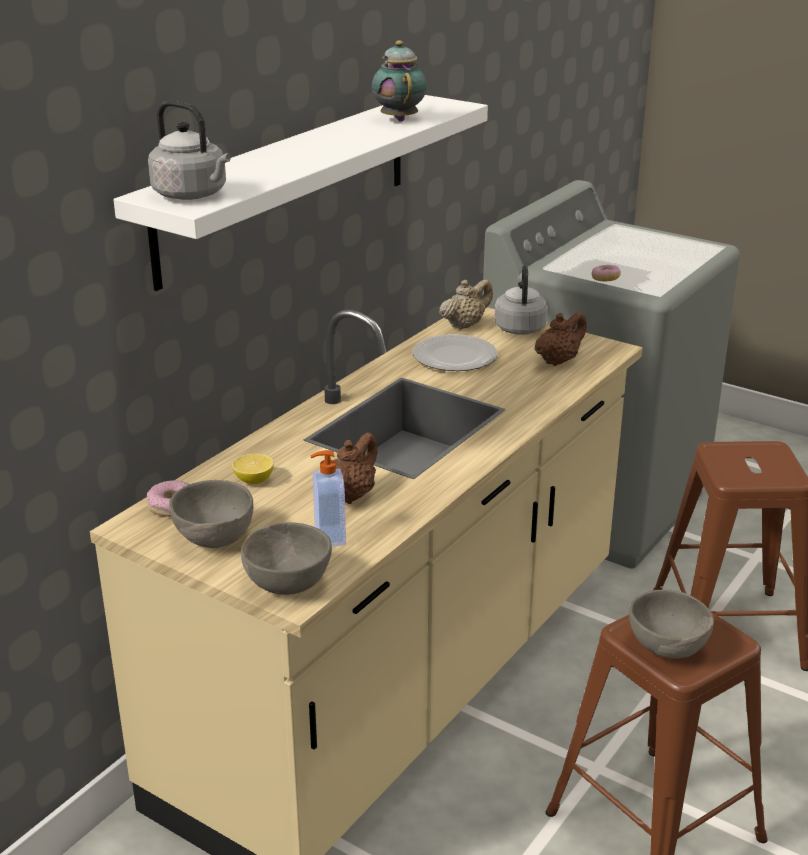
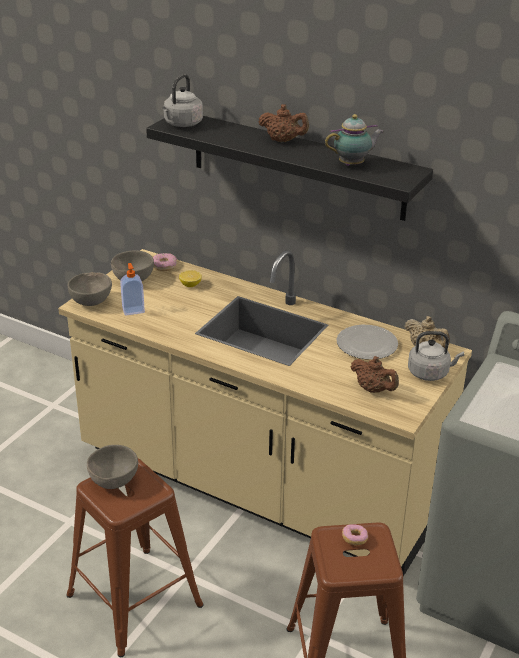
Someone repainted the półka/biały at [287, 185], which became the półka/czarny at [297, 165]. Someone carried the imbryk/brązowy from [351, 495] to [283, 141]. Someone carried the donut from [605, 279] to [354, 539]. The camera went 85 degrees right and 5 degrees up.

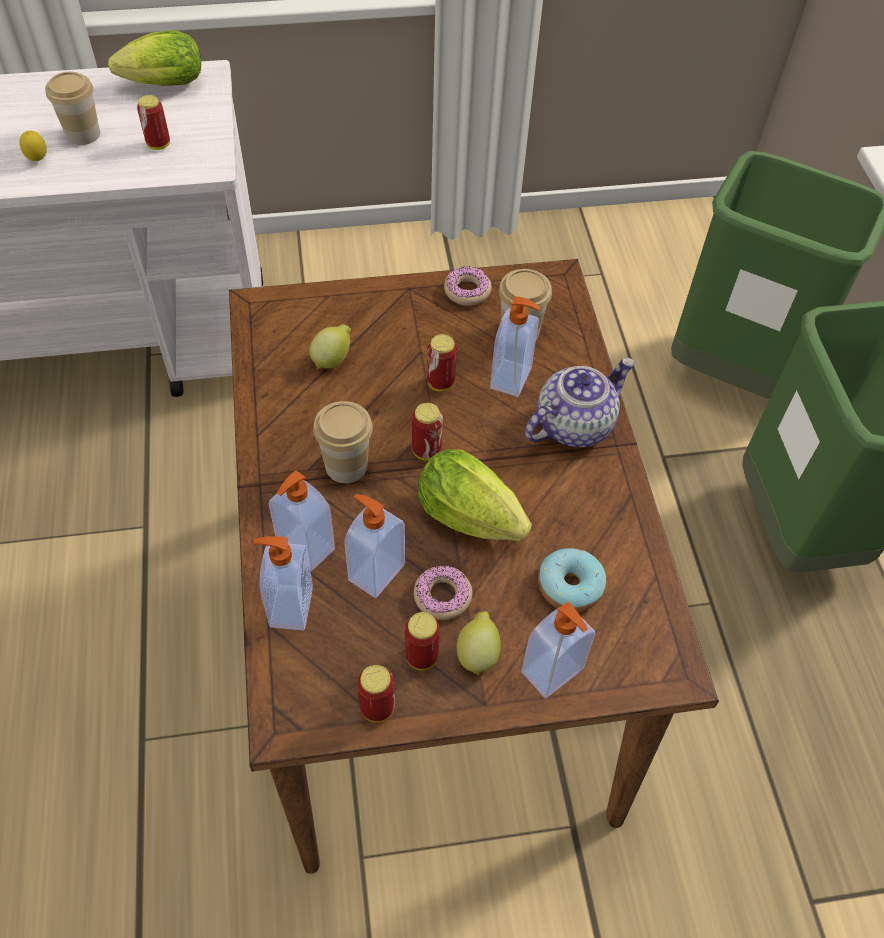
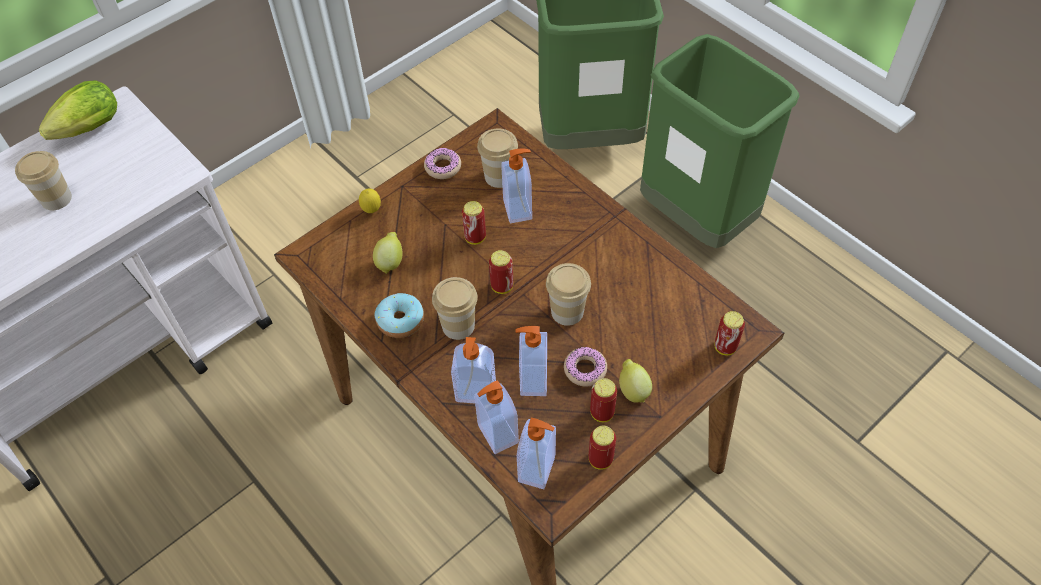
Someone carried the cytryna from [38, 160] to [372, 211]. Someone carried the puszka from [158, 144] to [725, 347]. Someone swapped the sałata at [475, 520] for the filiżanka at [567, 311]. Someone carried the dozownik mydła from [553, 672] to [538, 469]. Someone took away the imbryk at [574, 424]. Someone carried the donut from [570, 586] to [400, 321]. The camera went 30 degrees left and 0 degrees up.

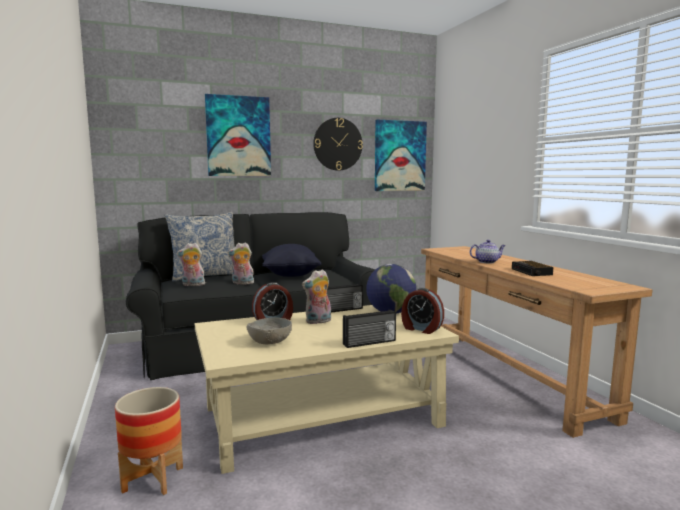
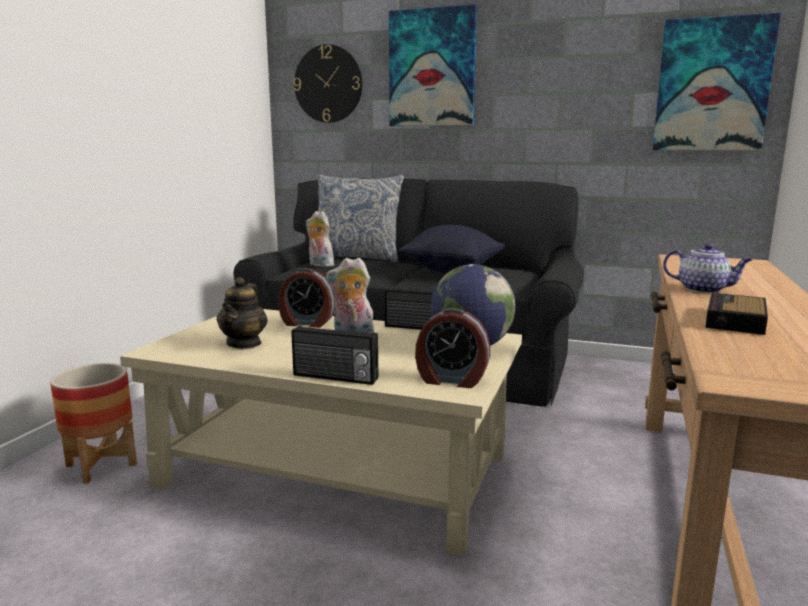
Someone took away the pluszak at [242, 283]. Someone swapped the miska/szary at [270, 341] for the imbryk at [244, 343]. Someone carried the zegar ścienny from [337, 144] to [328, 84]. Someone rotated the budzik at [421, 329] by 60 degrees counterclockwise. The camera went 40 degrees right and 5 degrees up.

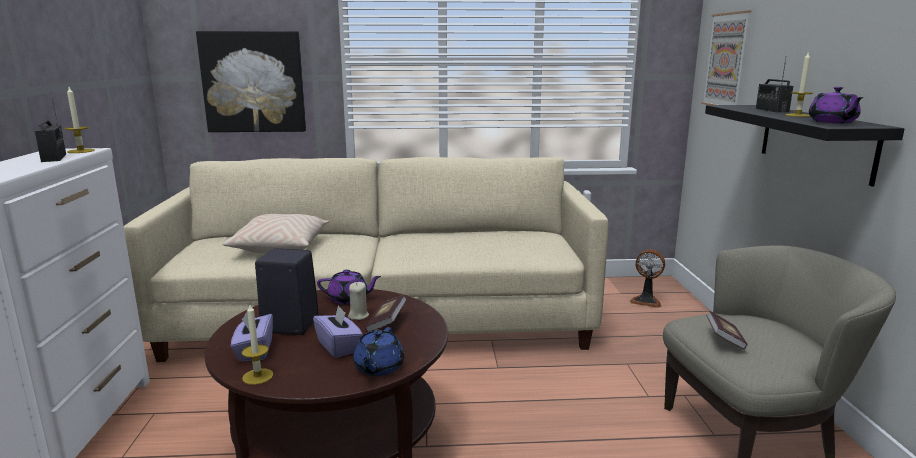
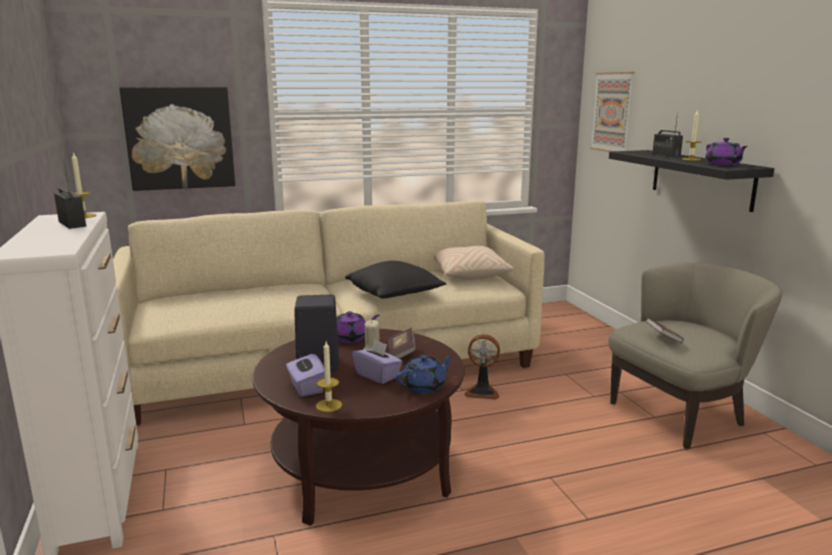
Someone carried the poduszka/beżowy from [280, 247] to [468, 274]. Someone rotated the imbryk/niebieski at [378, 367] by 120 degrees counterclockwise. Someone carried the wentylator from [646, 301] to [482, 392]. Someone put down the poduszka/czarny at [395, 294]. The camera went 15 degrees left and 0 degrees up.

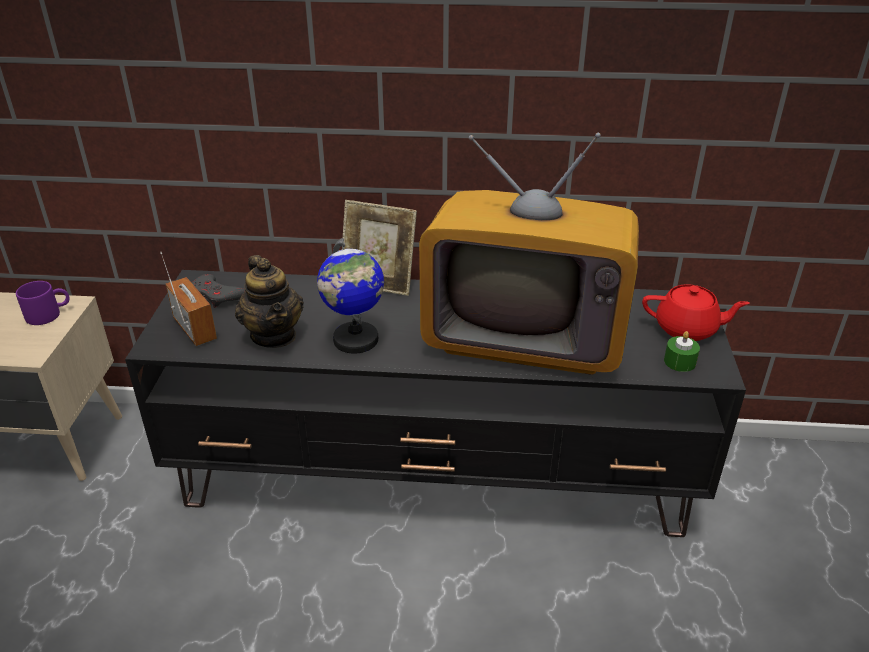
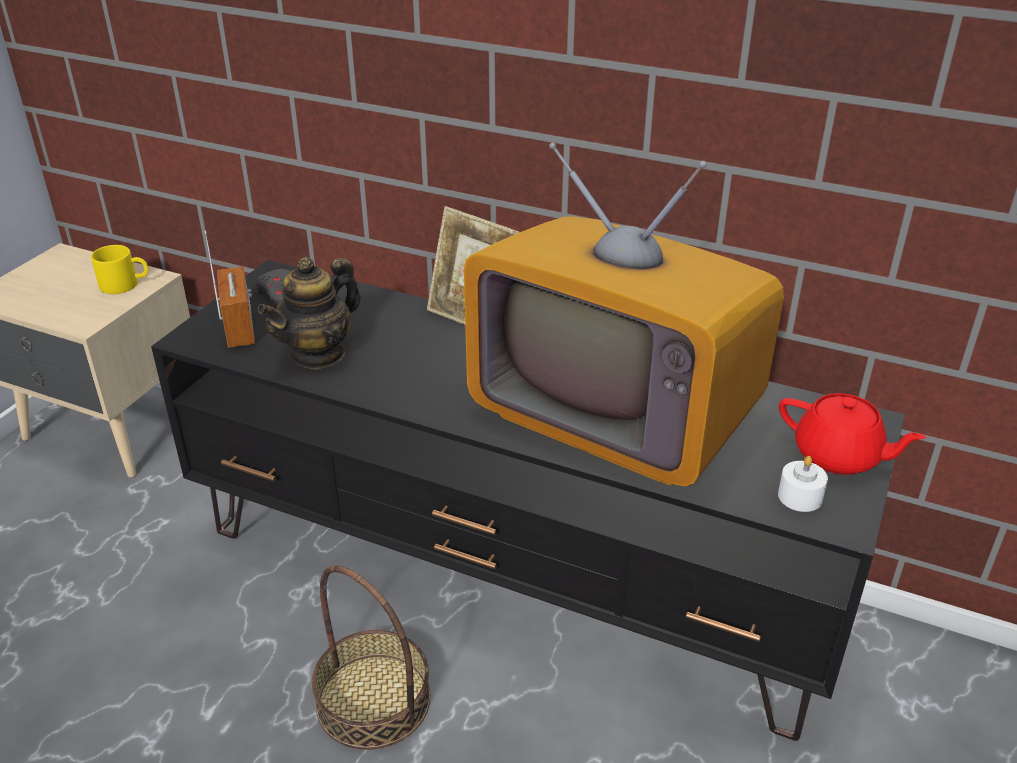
Someone repainted the kubek/fioletowy at [49, 314], which became the kubek/żółty at [125, 284]. Someone rotated the imbryk at [274, 335] by 45 degrees clockwise. Someone took away the globus at [355, 340]. Someone repainted the świeca/zielony at [679, 362], which became the świeca/biały at [800, 496]. Someone put down the koszyk at [374, 700]. The camera went 20 degrees right and 0 degrees up.

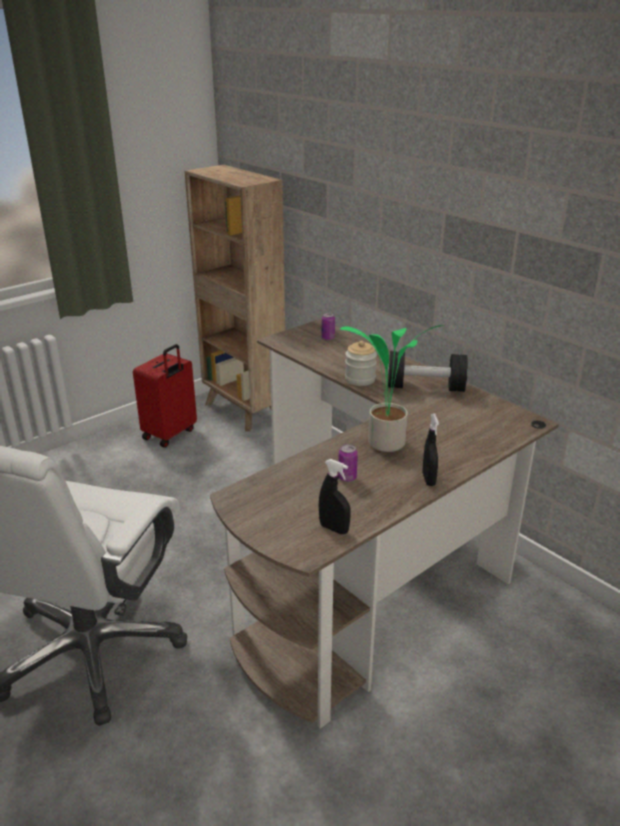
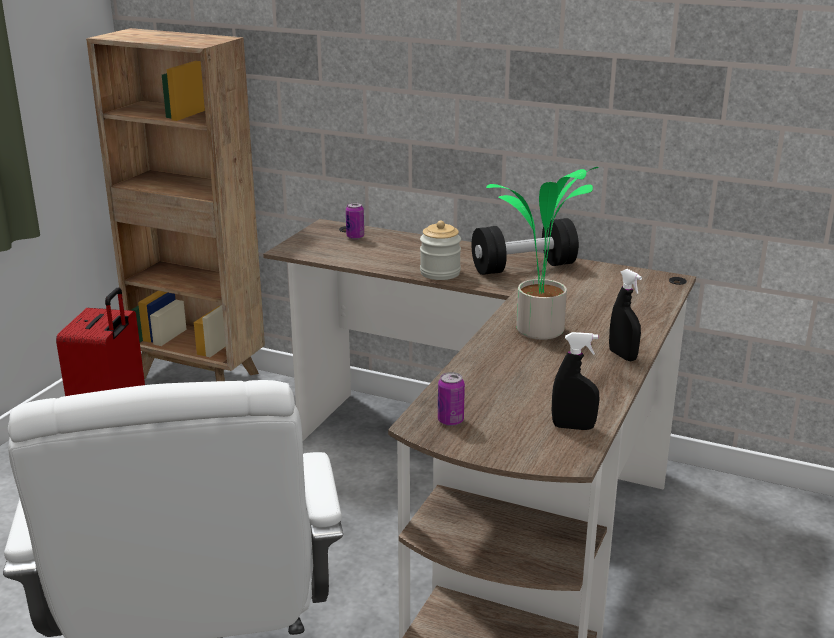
Someone carried the puszka from [347, 478] to [450, 421]. The camera went 25 degrees left and 5 degrees down.

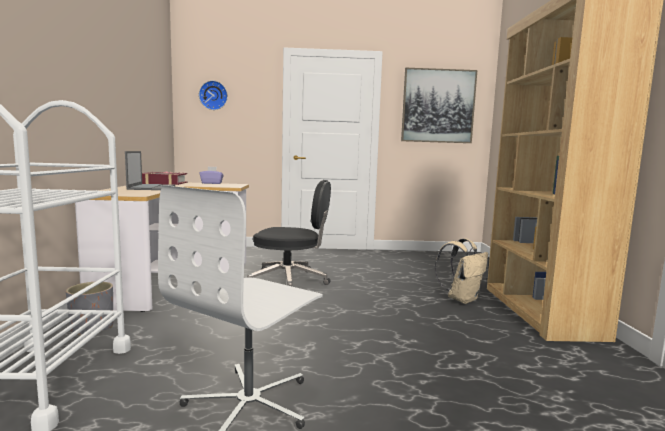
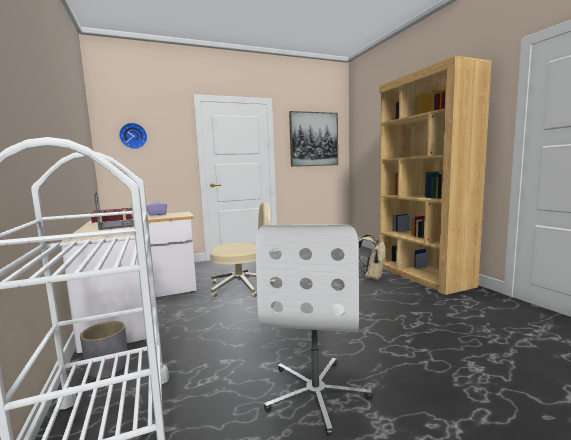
Someone repainted the krzesło biurowe/czarny at [290, 281], which became the krzesło biurowe/beżowy at [242, 287]. The camera went 20 degrees left and 0 degrees up.

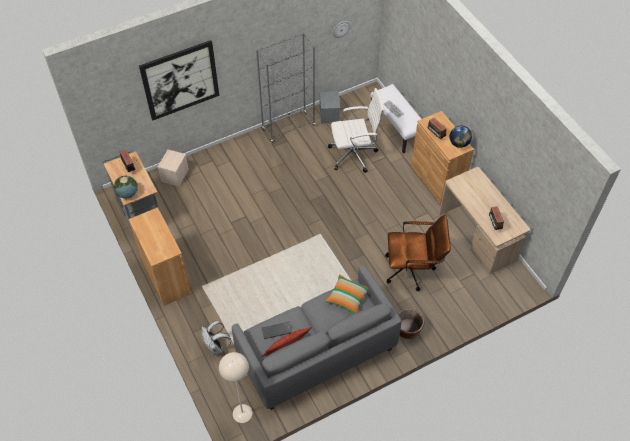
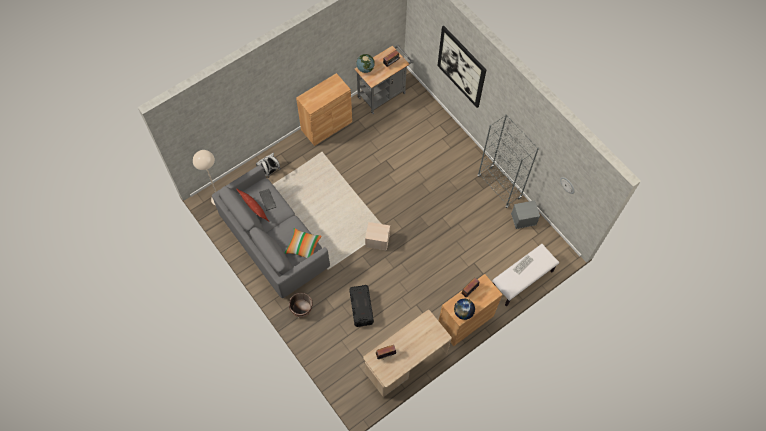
Someone carried the pojemnik do przechowywania/beżowy from [175, 175] to [377, 240]. Someone took away the krzesło biurowe/biały at [354, 155]. Someone swapped the krzesło biurowe/brązowy at [413, 269] for the pojemnik do przechowywania/czarny at [361, 308]. The camera went 80 degrees right and 10 degrees up.

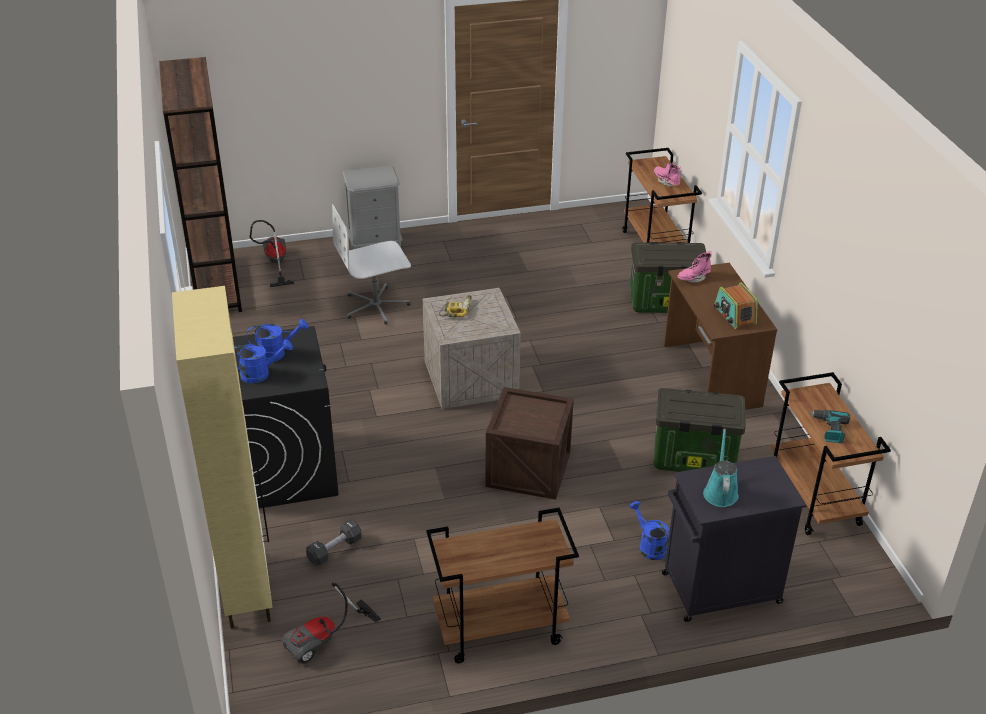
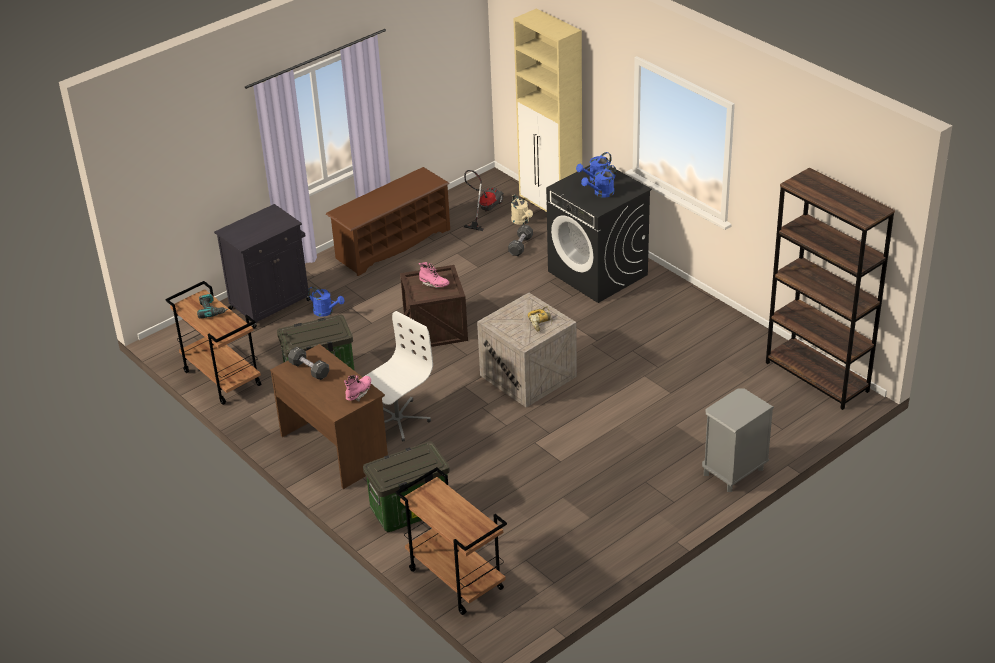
Someone took away the odkurzacz at [274, 263]. Someone carried the krzesło biurowe/biały from [376, 306] to [397, 420]. Someone swapped the wózek/brązowy at [499, 630] for the regał na buty/brązowy at [392, 244]. Someone carried the but z cholewką/różowy from [666, 181] to [434, 284]. Someone took away the konewka/turkusowy at [720, 492]. Someone swapped the radio at [734, 315] for the hantel/czarny at [309, 370]. Someone put down the konewka/beżowy at [521, 221]. The camera went 155 degrees right and 0 degrees up.

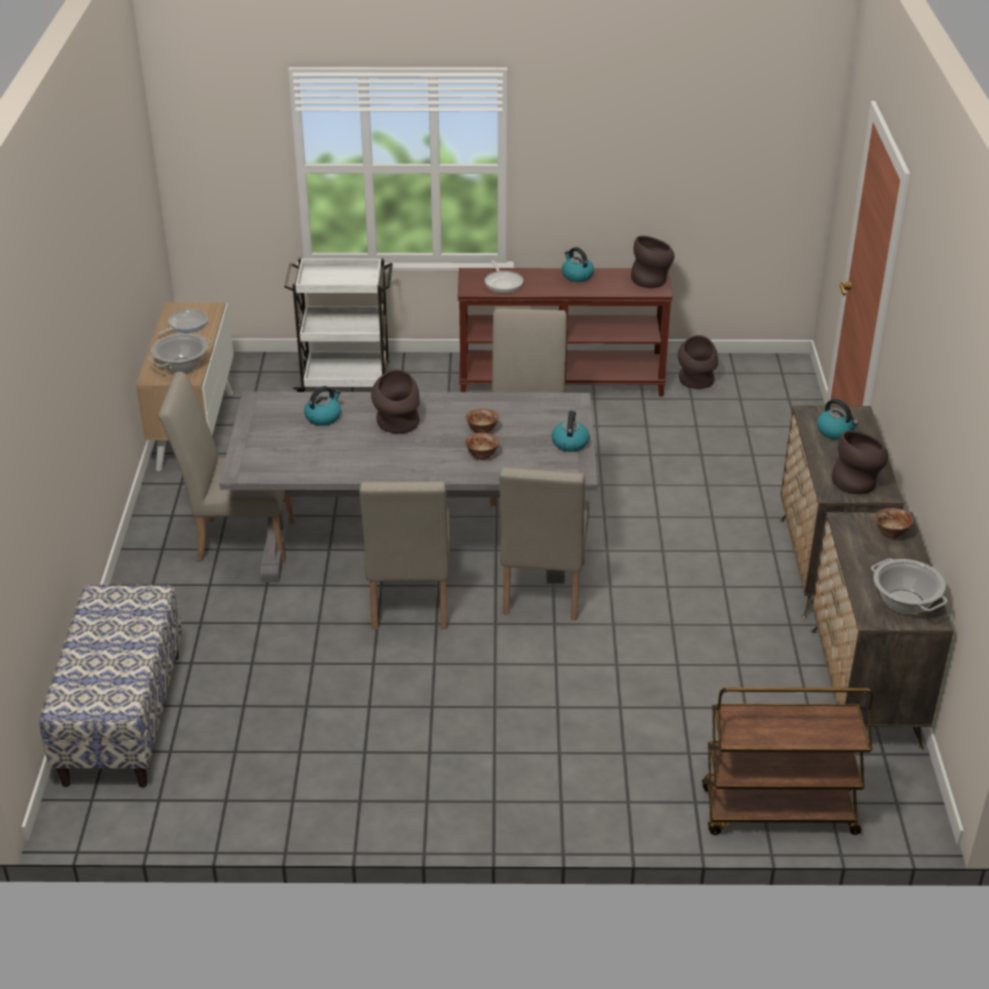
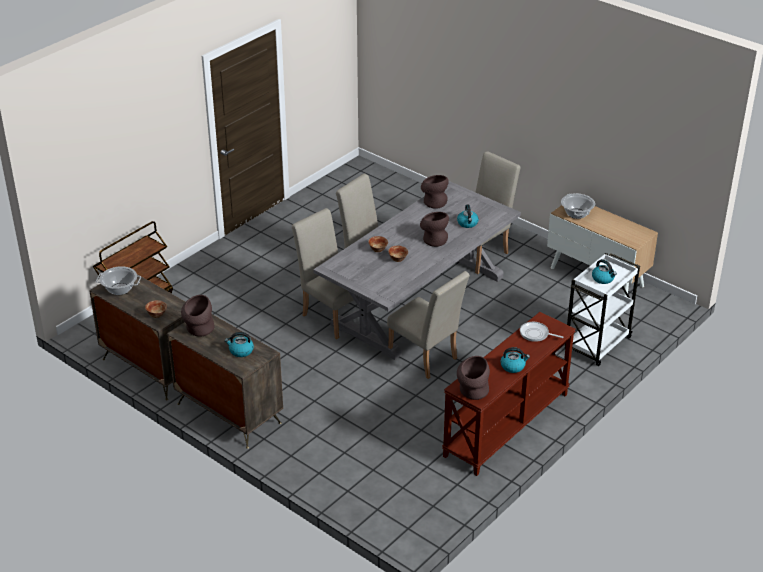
Someone took away the ławka at [122, 717]. Someone took away the patelnia at [186, 325]. Someone carried the czajnik from [570, 443] to [603, 279]. Someone carried the wazon/brązowy from [696, 382] to [434, 201]. The camera went 130 degrees right and 0 degrees up.

